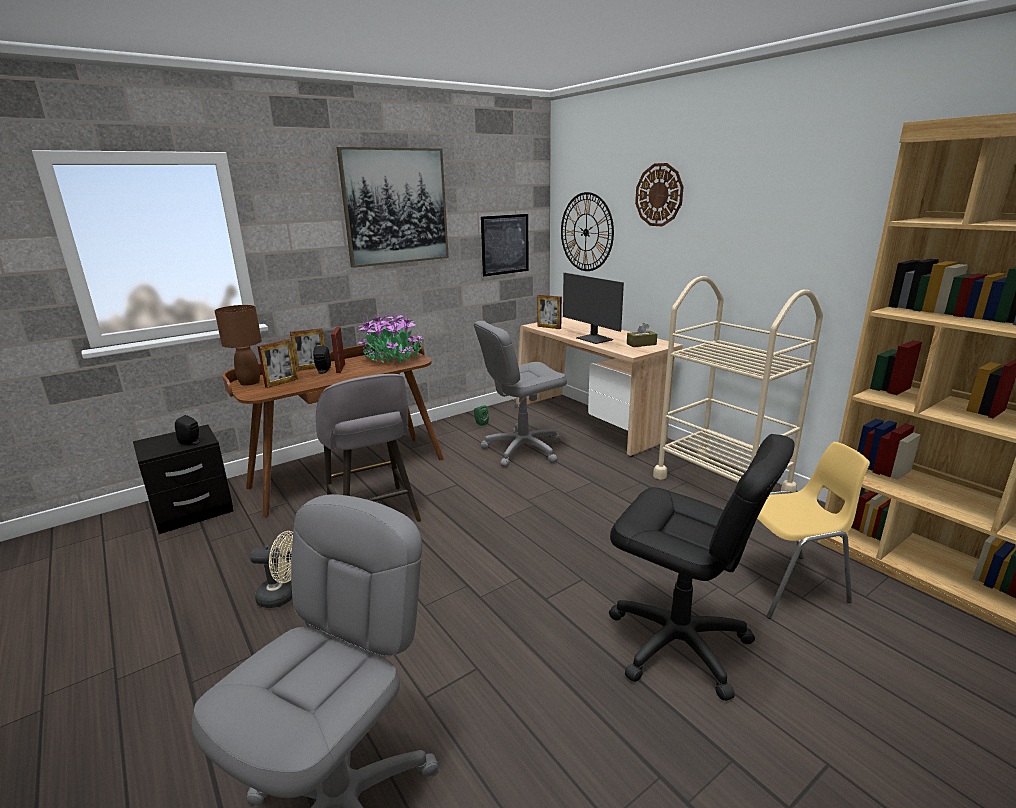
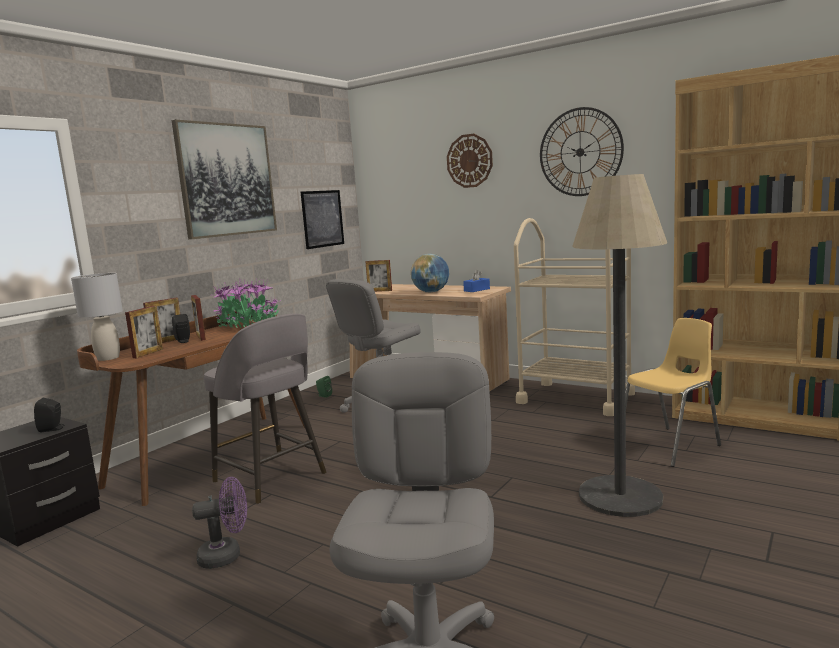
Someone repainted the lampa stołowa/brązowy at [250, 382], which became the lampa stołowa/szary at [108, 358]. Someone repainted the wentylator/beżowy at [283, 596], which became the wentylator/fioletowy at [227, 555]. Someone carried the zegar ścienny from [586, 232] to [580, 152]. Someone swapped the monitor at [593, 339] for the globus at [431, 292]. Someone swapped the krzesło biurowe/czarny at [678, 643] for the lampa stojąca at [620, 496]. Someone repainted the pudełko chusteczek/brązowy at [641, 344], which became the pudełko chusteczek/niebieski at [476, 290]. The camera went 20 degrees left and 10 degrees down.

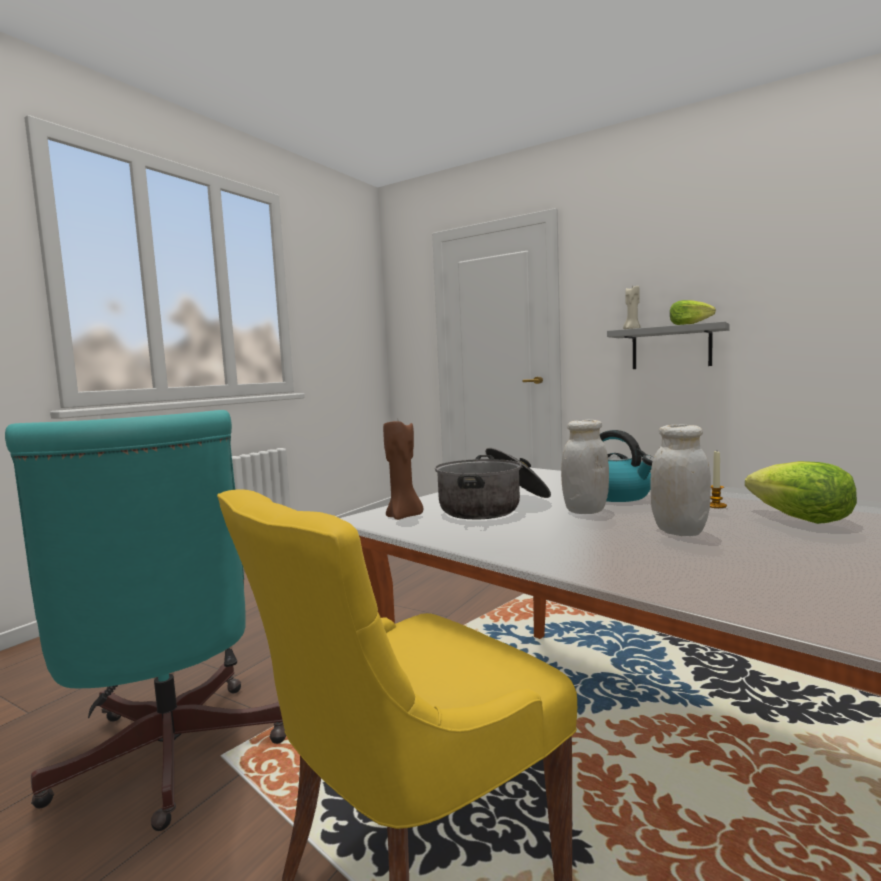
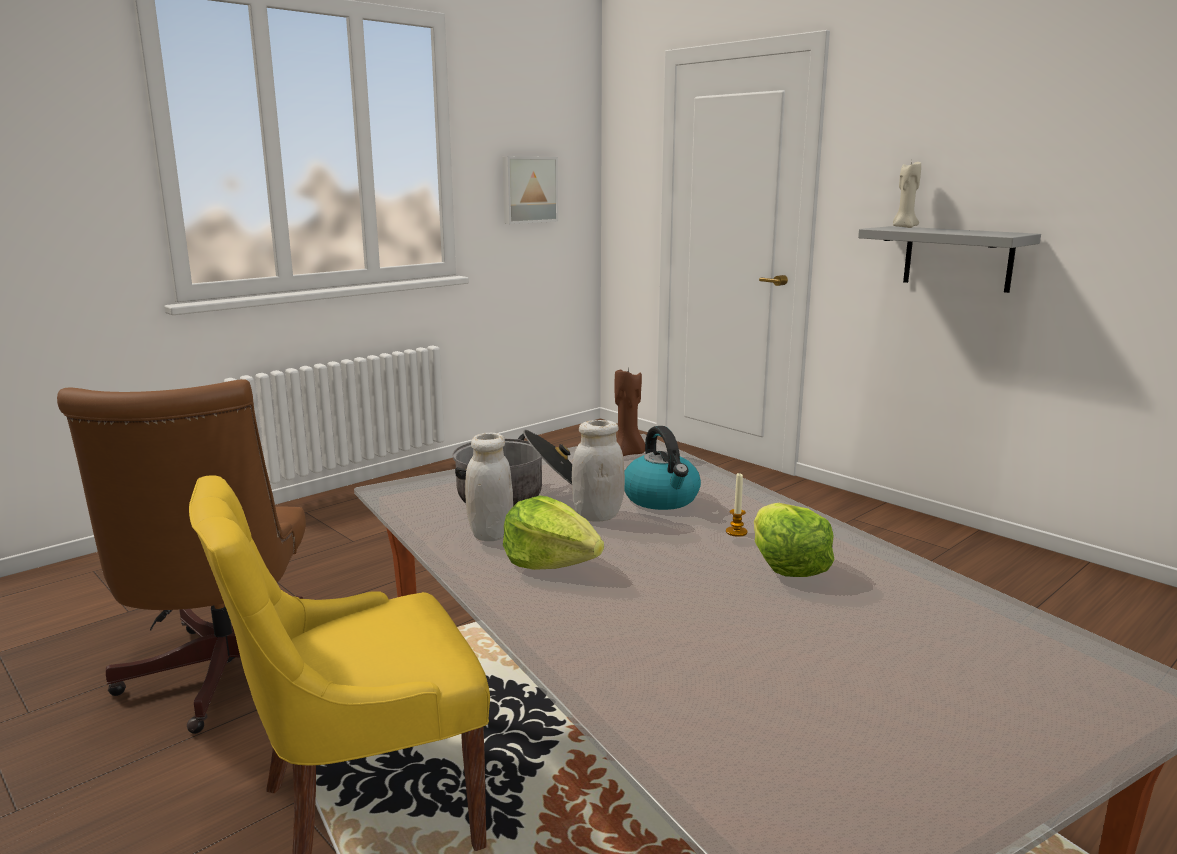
Someone repainted the krzesło biurowe/turkusowy at [167, 762], which became the krzesło biurowe/brązowy at [221, 680]. Someone carried the świeca/brązowy from [404, 517] to [628, 453]. Someone carried the słoik/biały from [679, 531] to [490, 534]. Someone carried the sałata from [689, 325] to [551, 562]. Someone put up the obraz at [528, 189]. The camera went 15 degrees right and 10 degrees up.

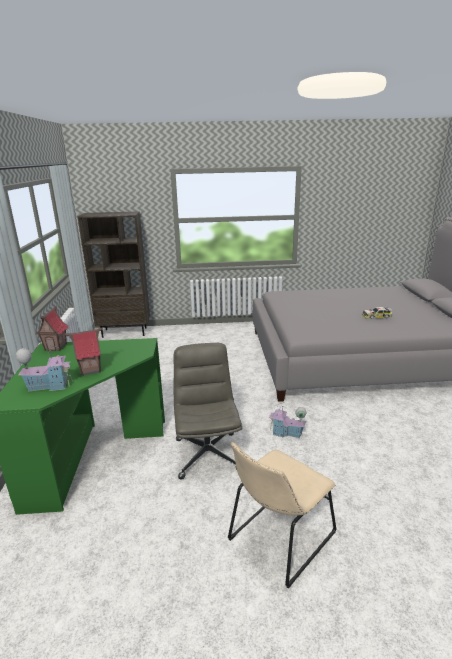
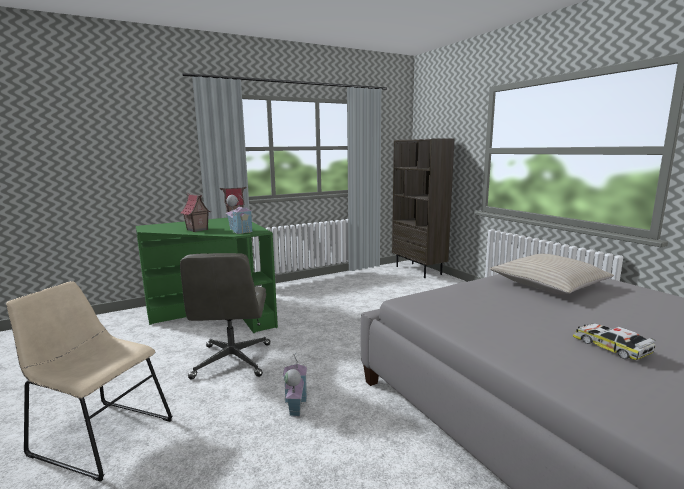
Someone carried the domek from [49, 386] to [240, 230]. Someone rotated the krzesło biurowe/szary at [207, 454] by 120 degrees clockwise. Someone put down the poduszka/beżowy at [549, 284]. The camera went 65 degrees right and 10 degrees down.

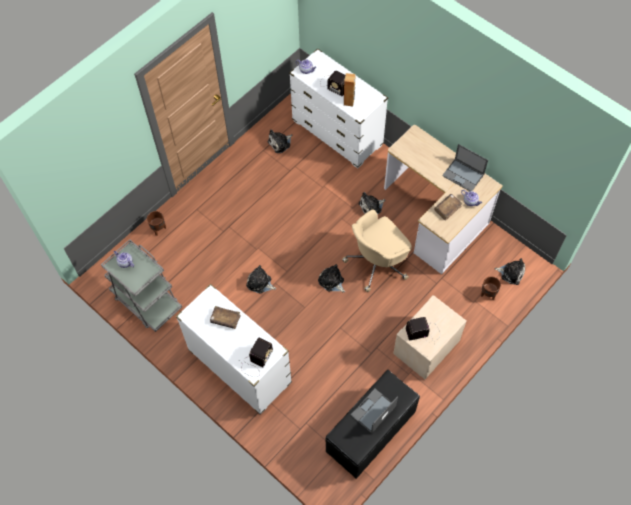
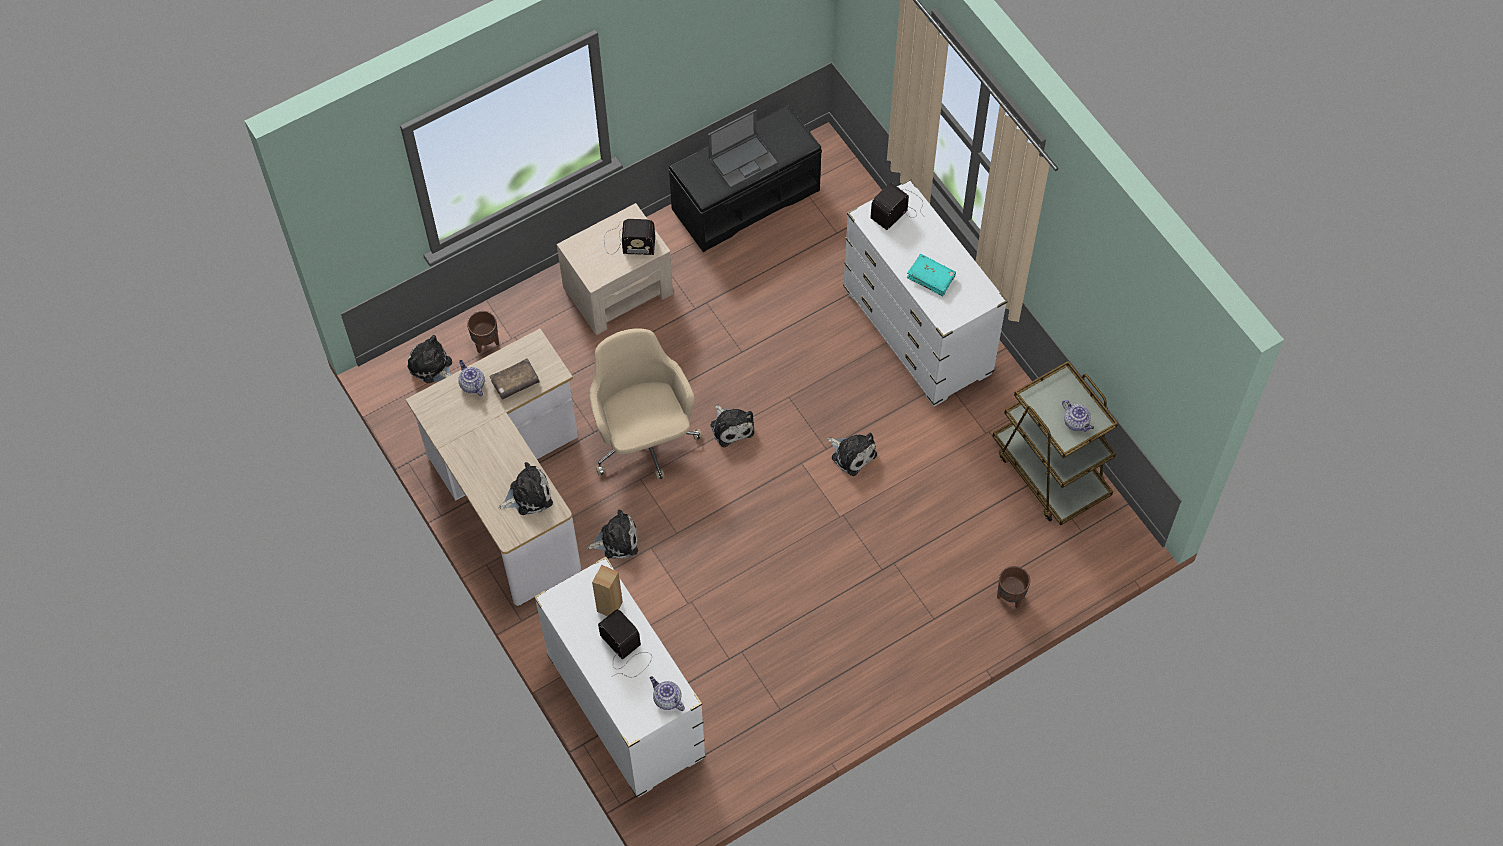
Someone repainted the wózek/szary at [146, 301], which became the wózek/brązowy at [1050, 472]. Someone repainted the książka/brązowy at [225, 319], which became the książka/turkusowy at [931, 277]. Someone carried the pluszak from [280, 143] to [528, 495]. Someone rotated the krzesło biurowe/beżowy at [377, 262] by 90 degrees counterclockwise. Someone took away the laptop at [463, 175]. The camera went 165 degrees left and 0 degrees up.

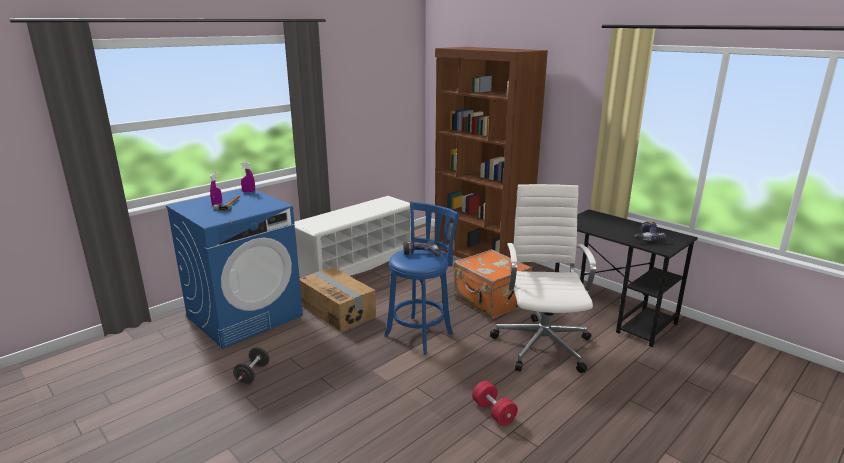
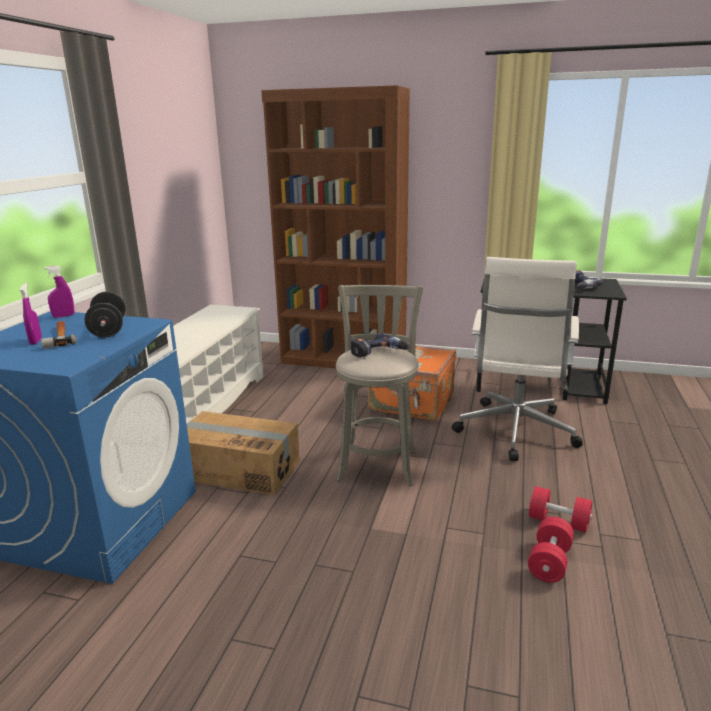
Someone carried the hantel/czarny from [253, 374] to [108, 329]. Someone repainted the stołek/niebieski at [421, 333], which became the stołek/szary at [378, 463]. Someone rotated the krzesło biurowe/biały at [542, 344] by 135 degrees counterclockwise. Someone put down the hantel/czerwony at [549, 562]. The camera went 30 degrees left and 0 degrees up.

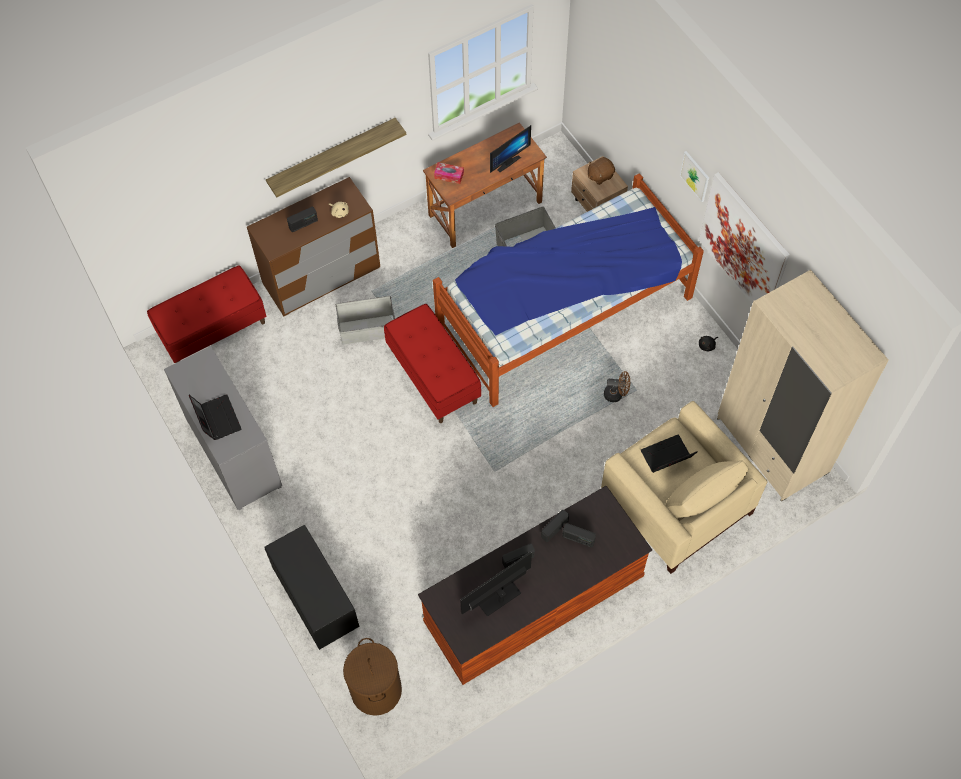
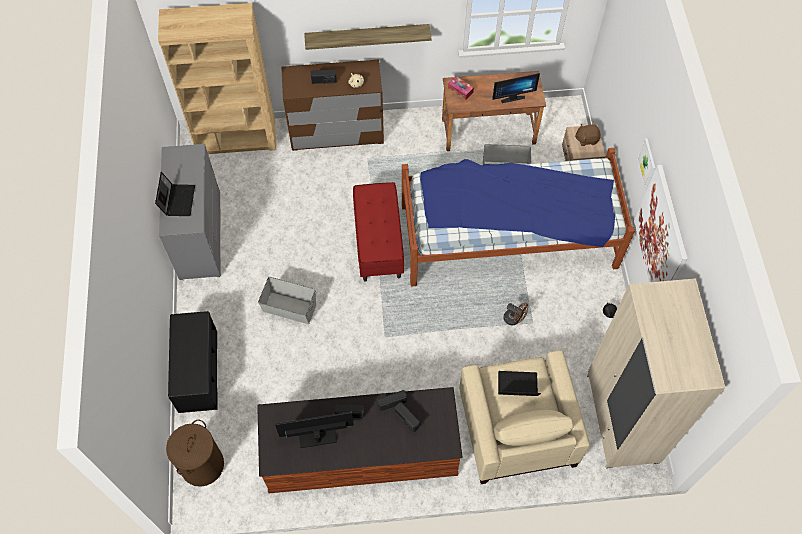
Someone swapped the ławka/czerwony at [213, 329] for the regał/brązowy at [236, 139]. Someone carried the pojemnik do przechowywania/szary from [367, 329] to [289, 307]. The camera went 25 degrees right and 0 degrees up.

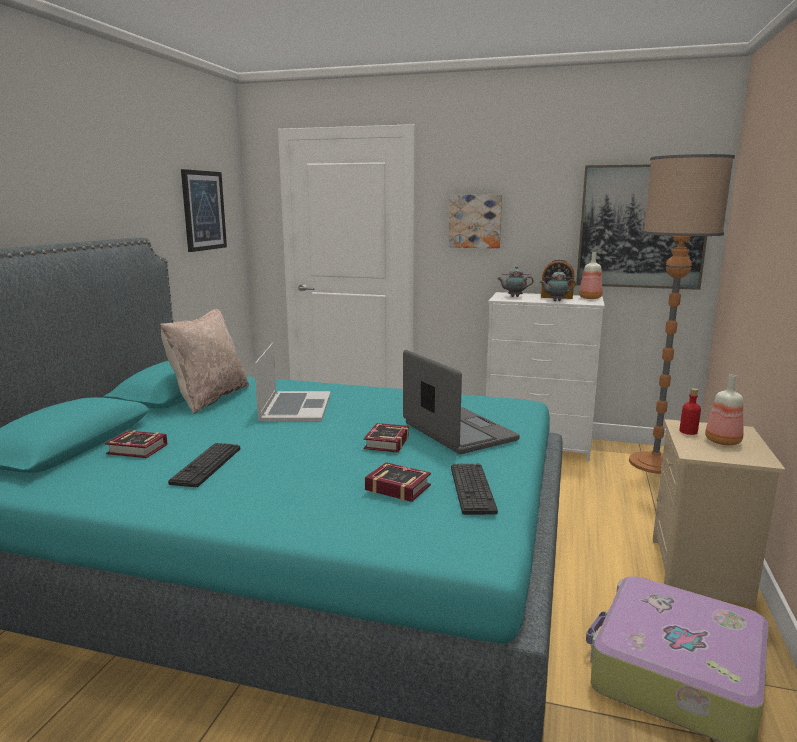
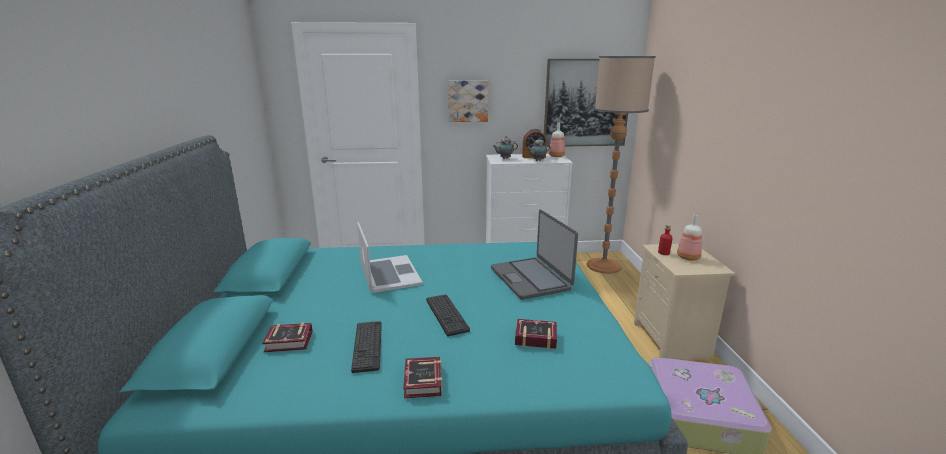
Someone took away the poduszka/beżowy at [209, 398]. Someone took away the obraz at [203, 210]. Someone carried the książka from [385, 443] to [421, 383]. Someone rotated the laptop at [458, 432] by 150 degrees counterclockwise. Someone carried the klawiatura from [472, 489] to [447, 315]. The camera went 20 degrees left and 5 degrees up.

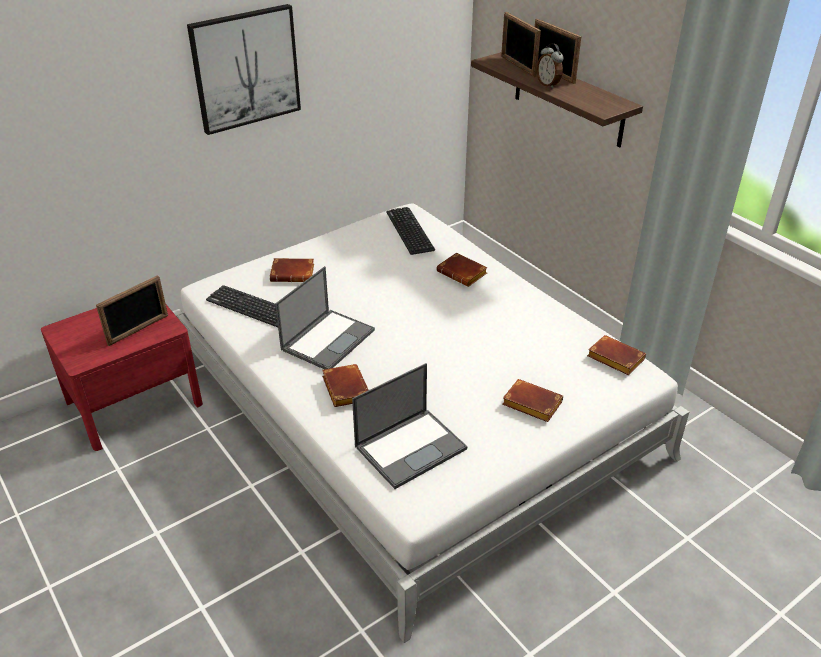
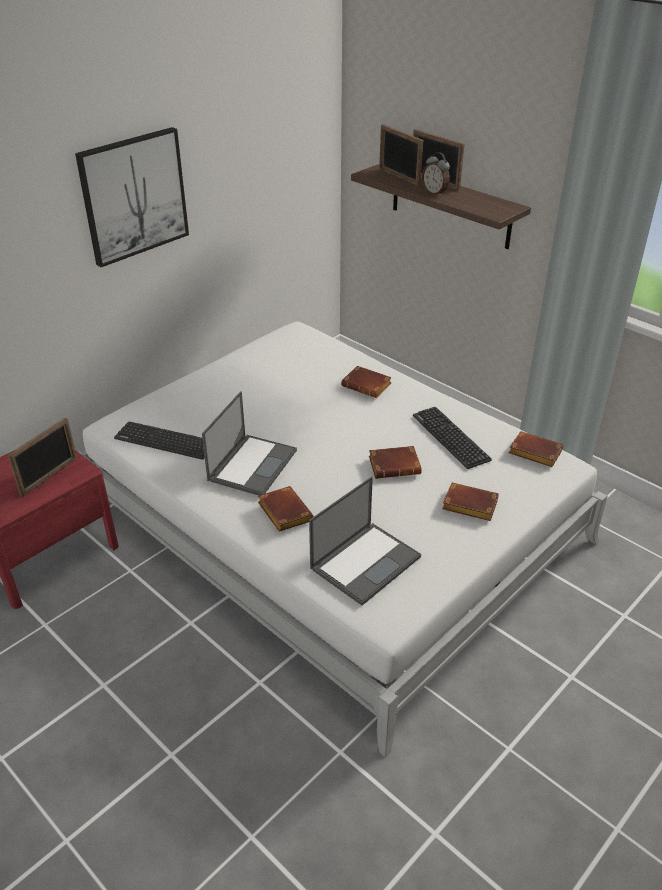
Someone carried the książka/brązowy from [294, 273] to [395, 465]. Someone carried the klawiatura from [409, 231] to [450, 437]. The camera went 10 degrees left and 0 degrees up.

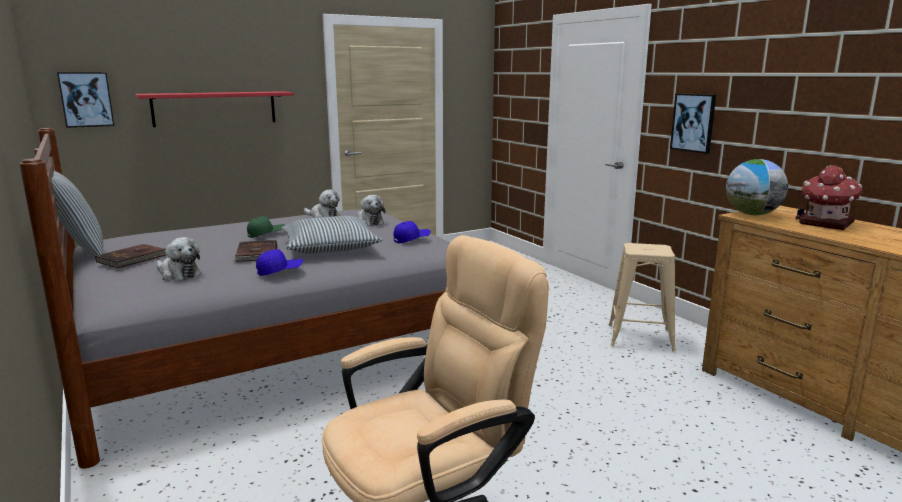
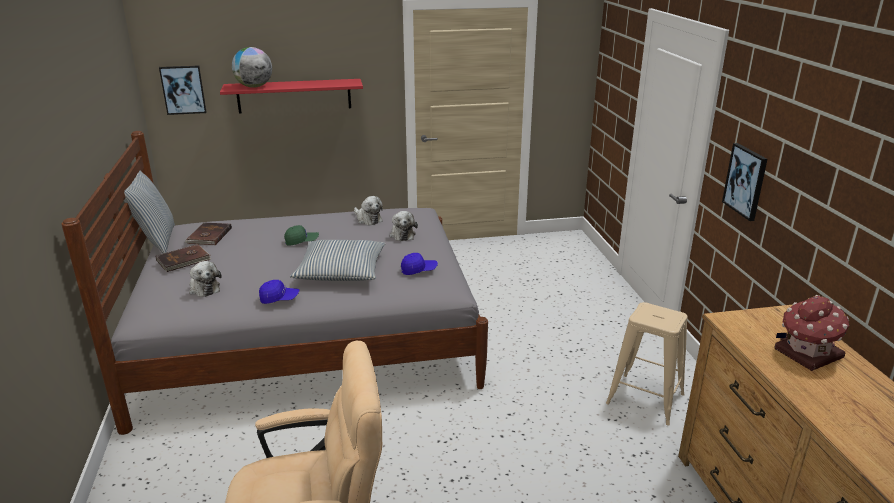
Someone carried the książka/brązowy from [256, 254] to [208, 236]. Someone carried the globus from [752, 214] to [254, 87]. The camera went 20 degrees right and 10 degrees up.

